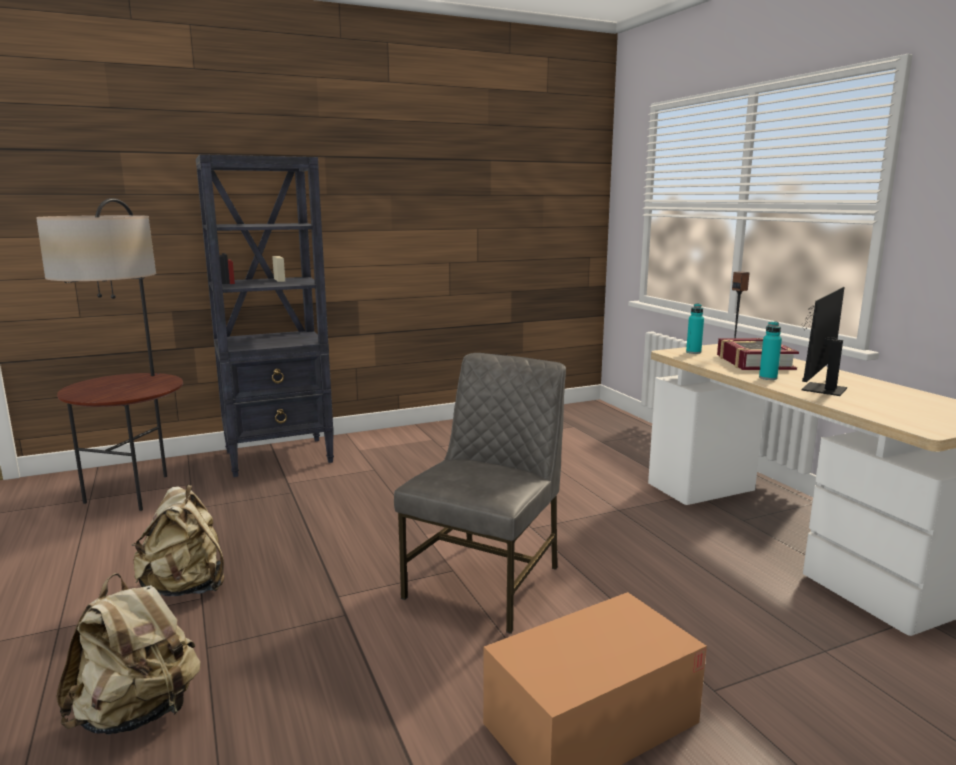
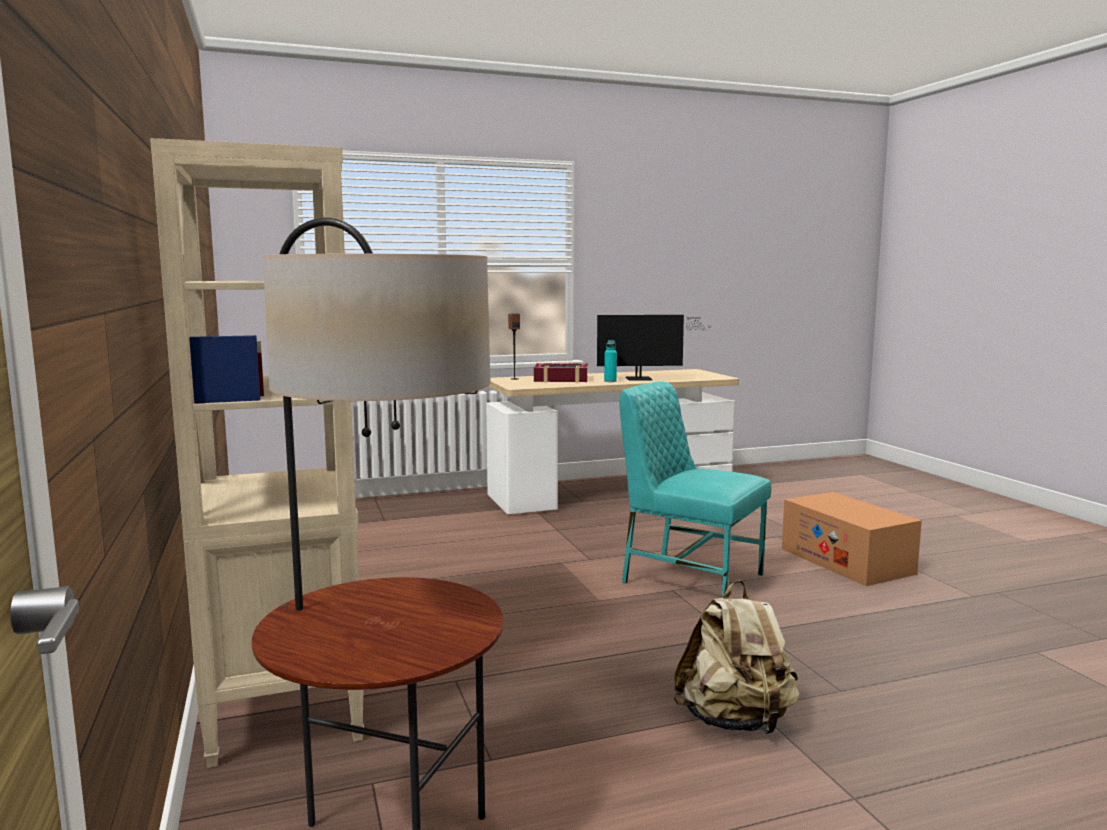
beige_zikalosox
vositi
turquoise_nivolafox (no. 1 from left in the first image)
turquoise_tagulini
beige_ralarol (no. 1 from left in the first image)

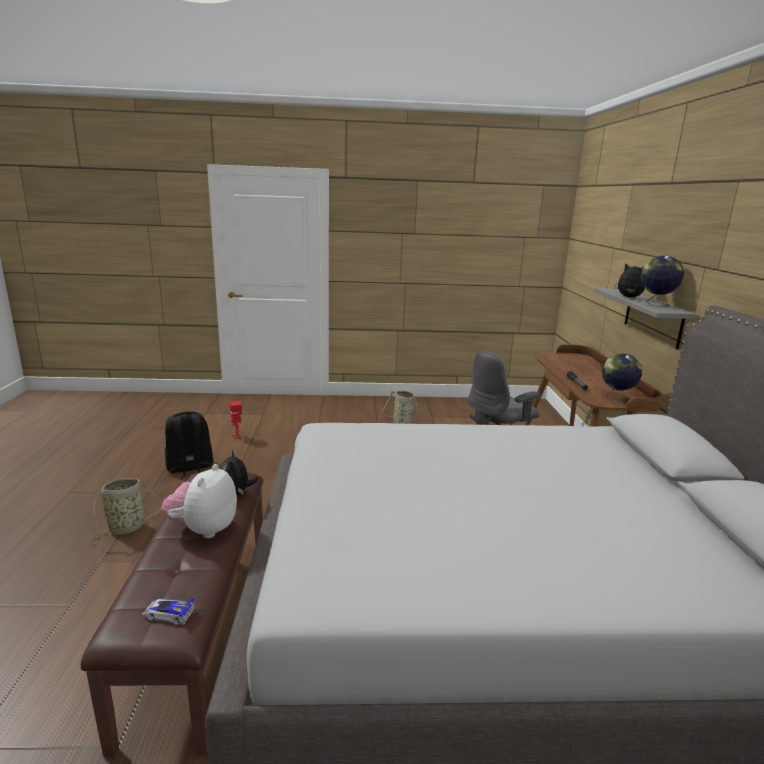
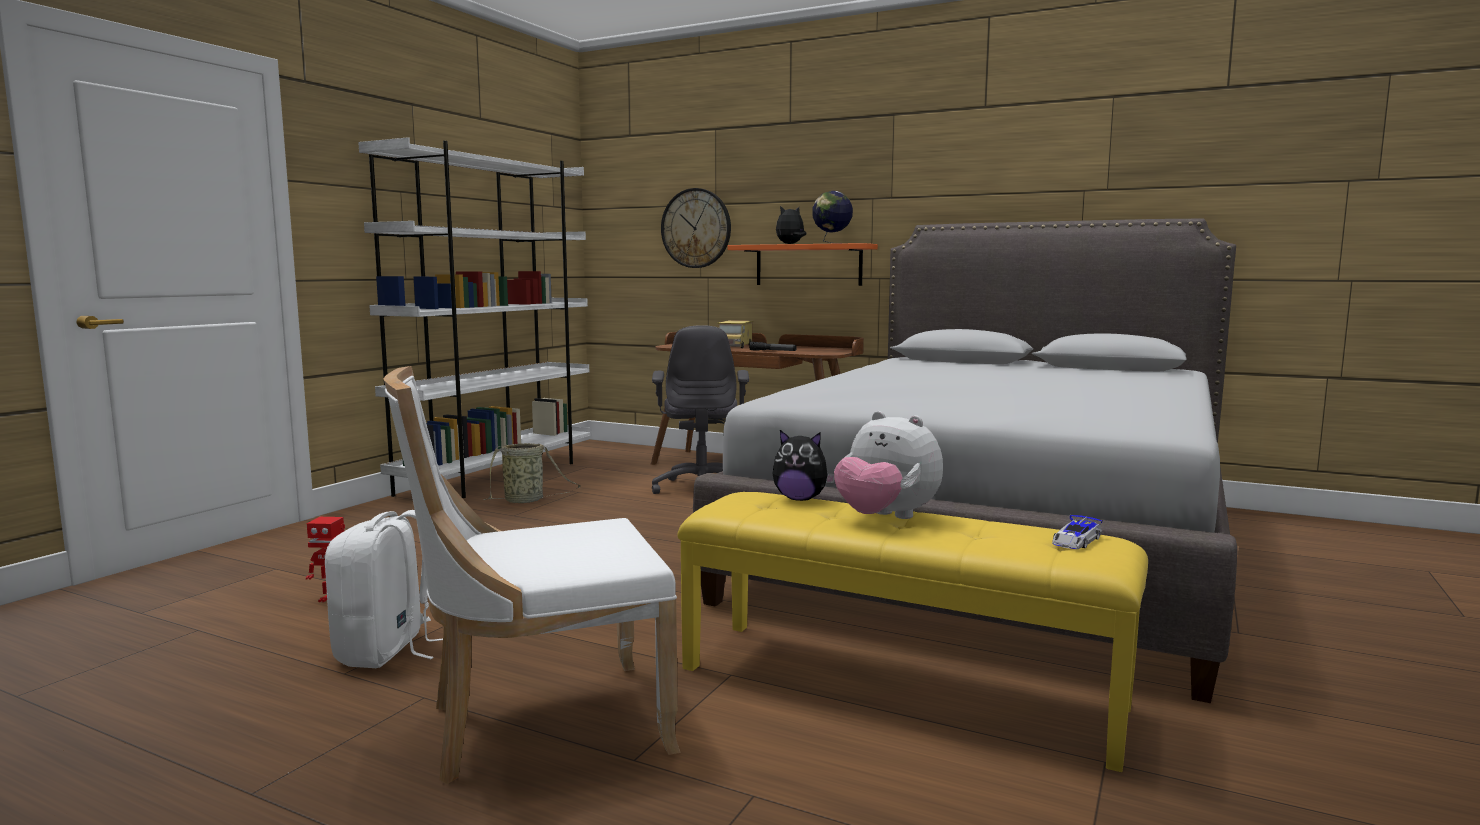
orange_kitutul
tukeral (no. 1 from left in the first image)
white_ralarol
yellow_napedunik
white_tagulini
white_zikalosox
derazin
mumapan

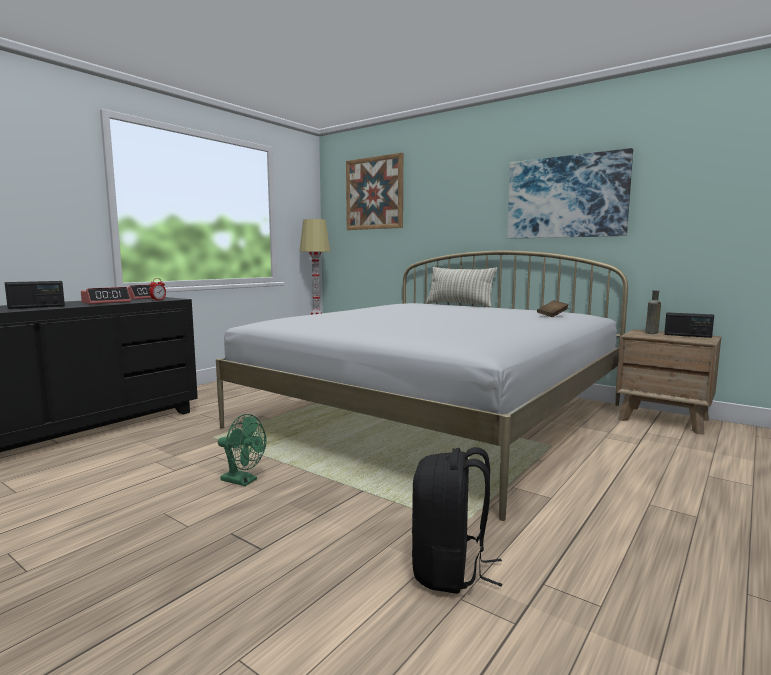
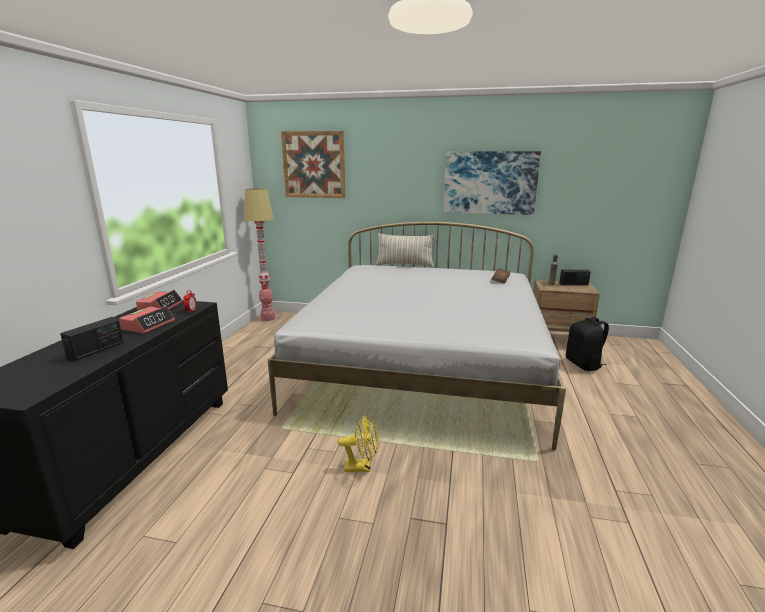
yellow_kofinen
black_ralarol

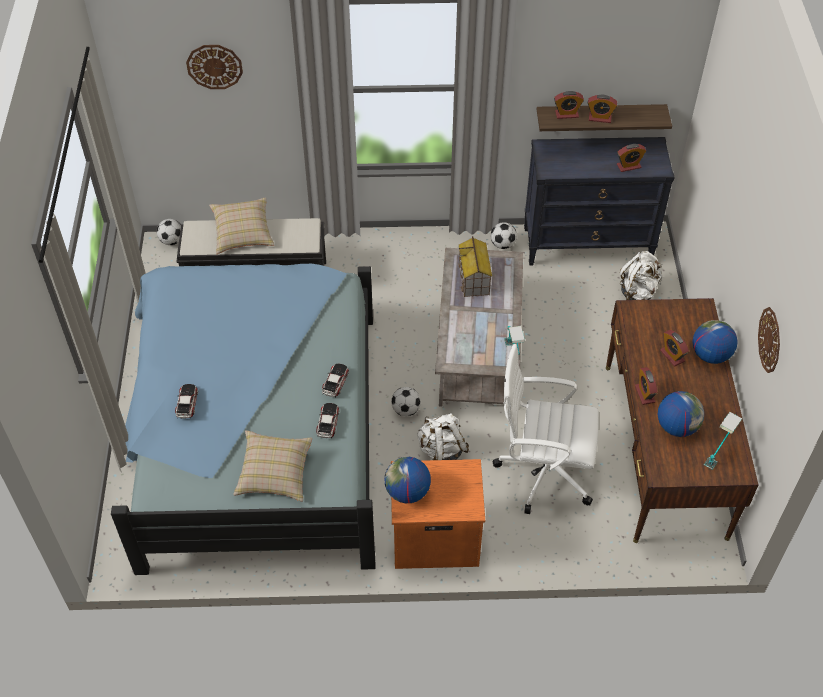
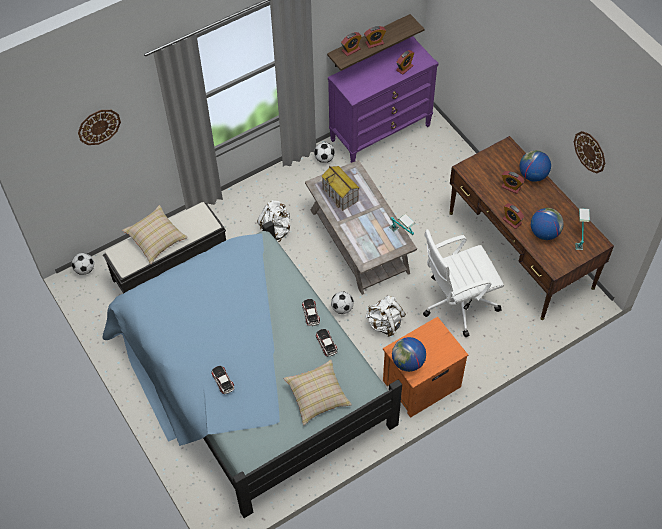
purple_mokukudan
white_ralarol (no. 1 from left)

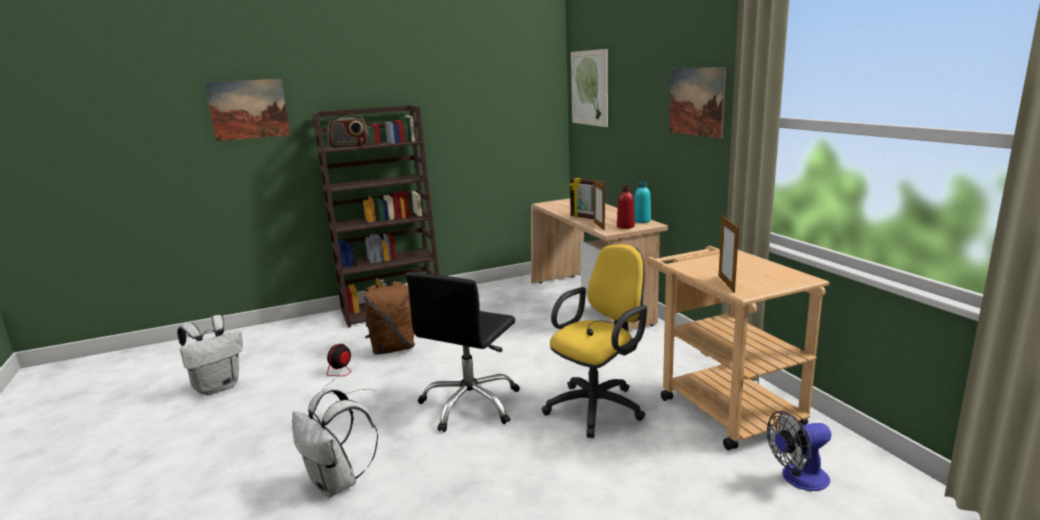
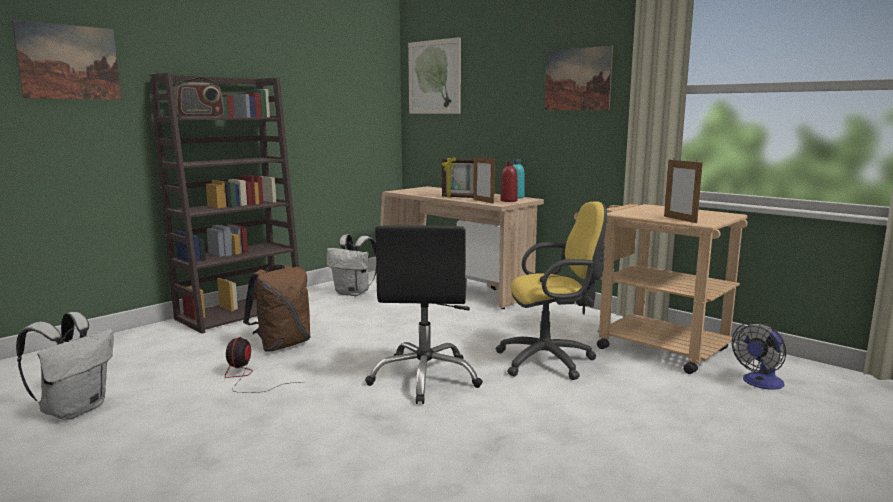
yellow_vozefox
white_ralarol (no. 2 from left)

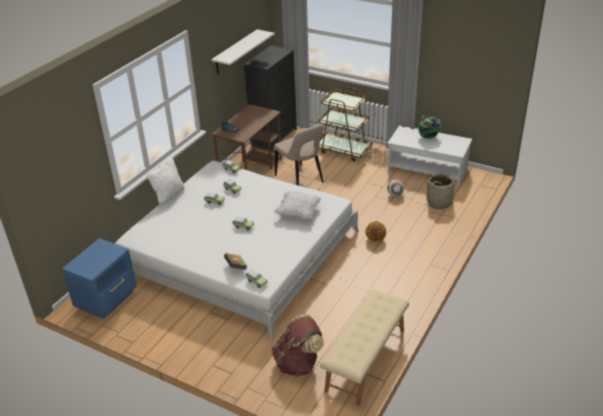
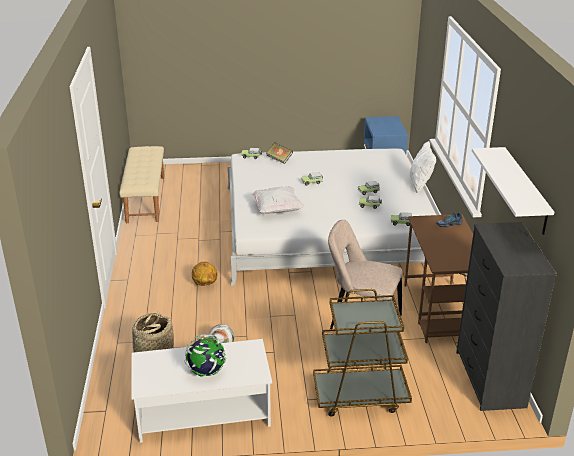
brown_ralarol

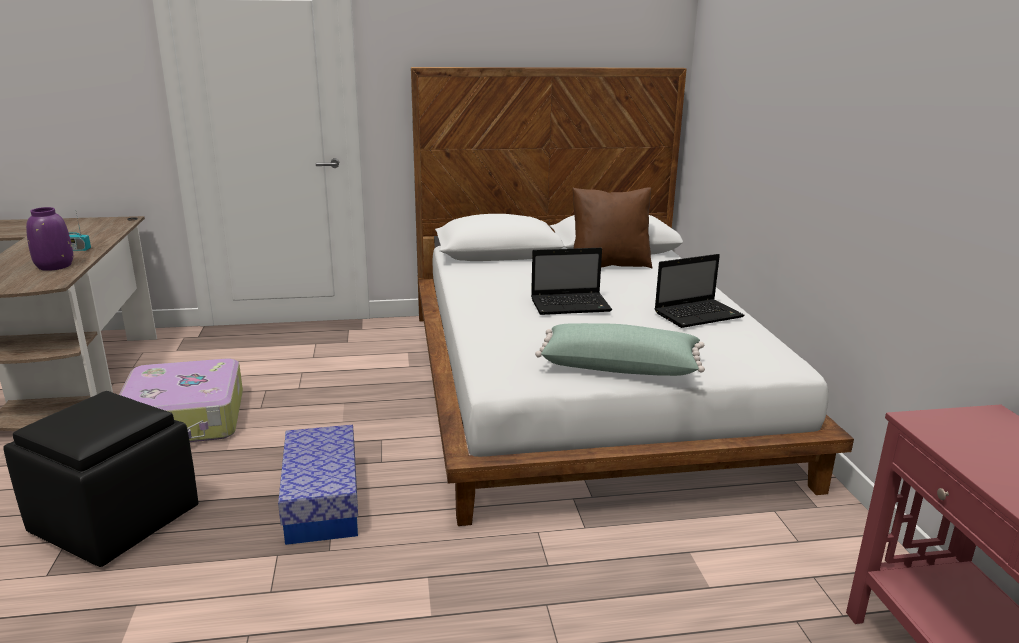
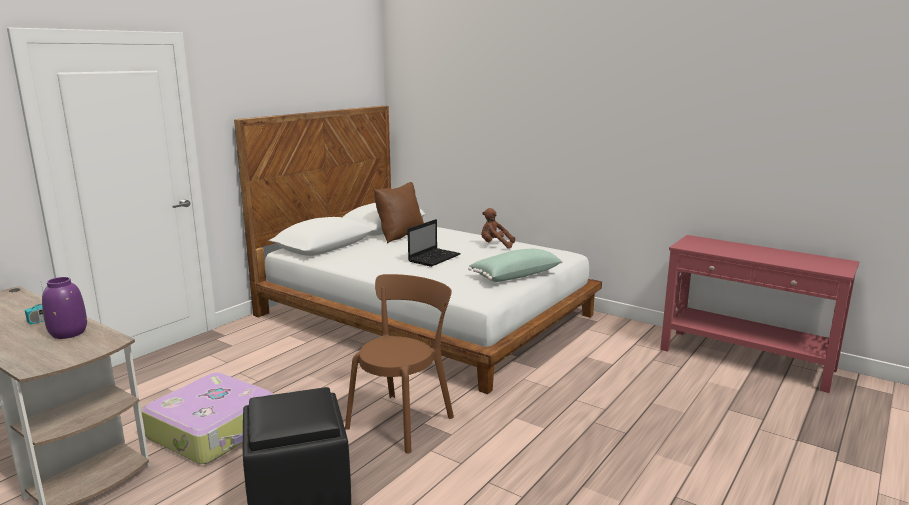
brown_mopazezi
brown_tagulini

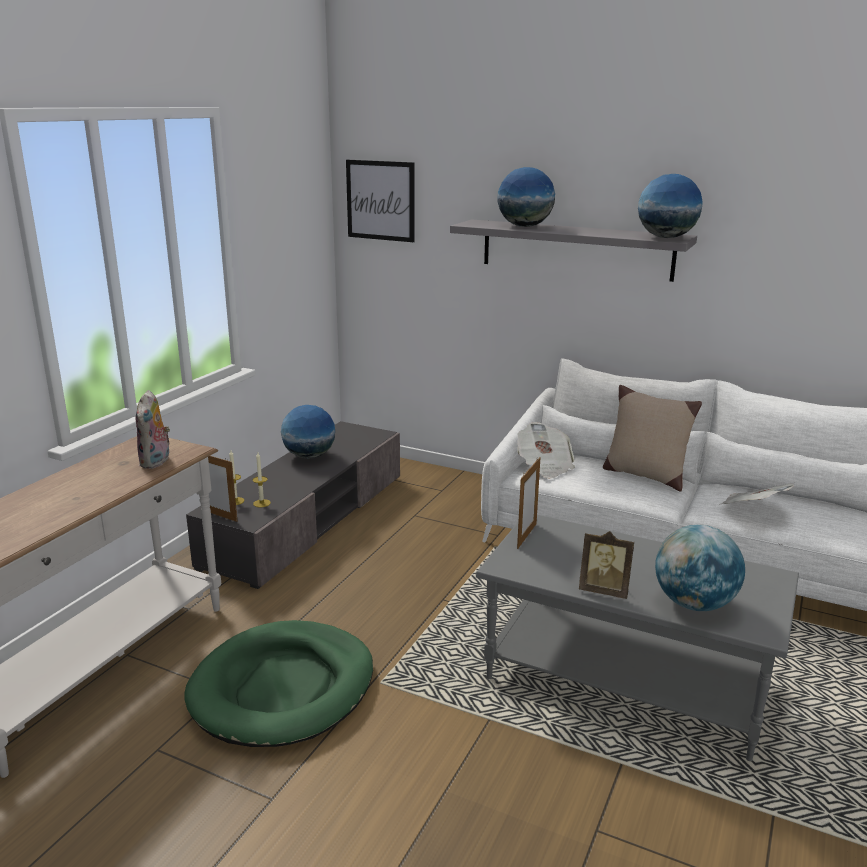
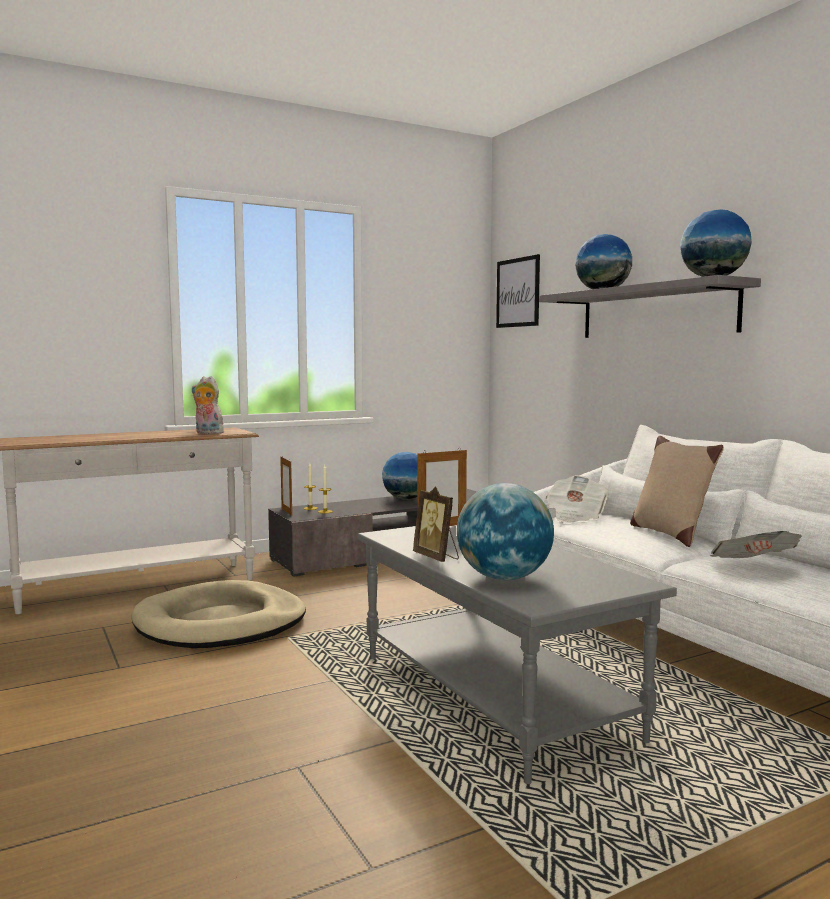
mopazezi
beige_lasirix

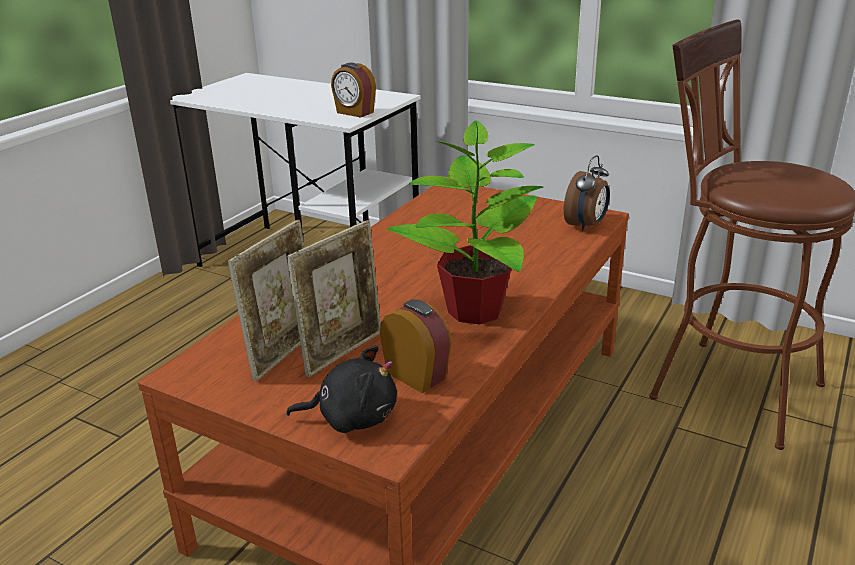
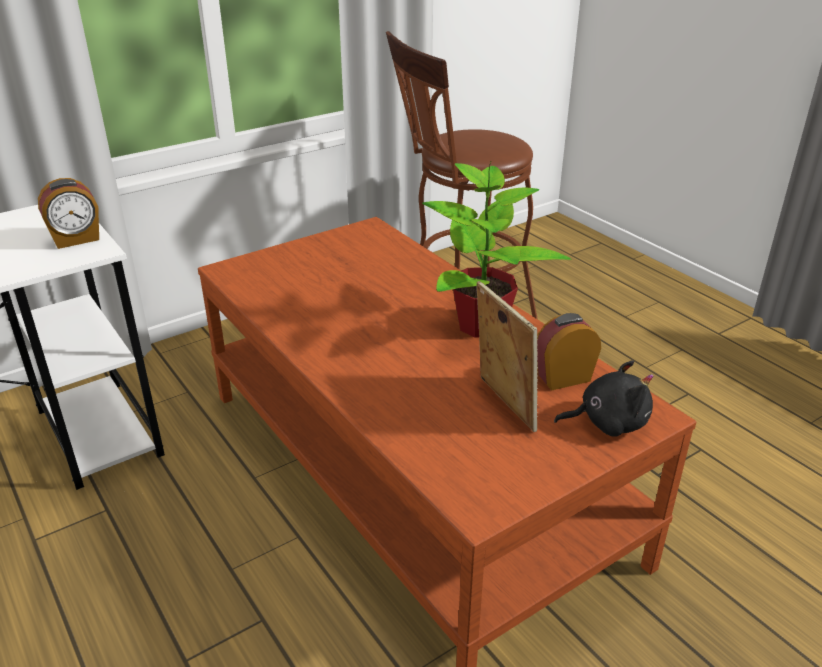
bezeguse (no. 3 from left in the first image)
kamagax (no. 1 from left in the first image)
black_mopazezi

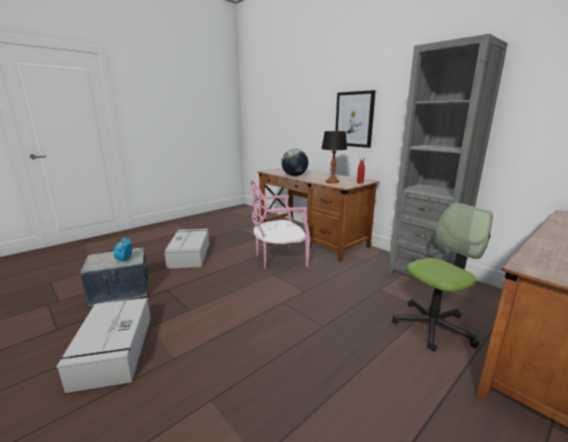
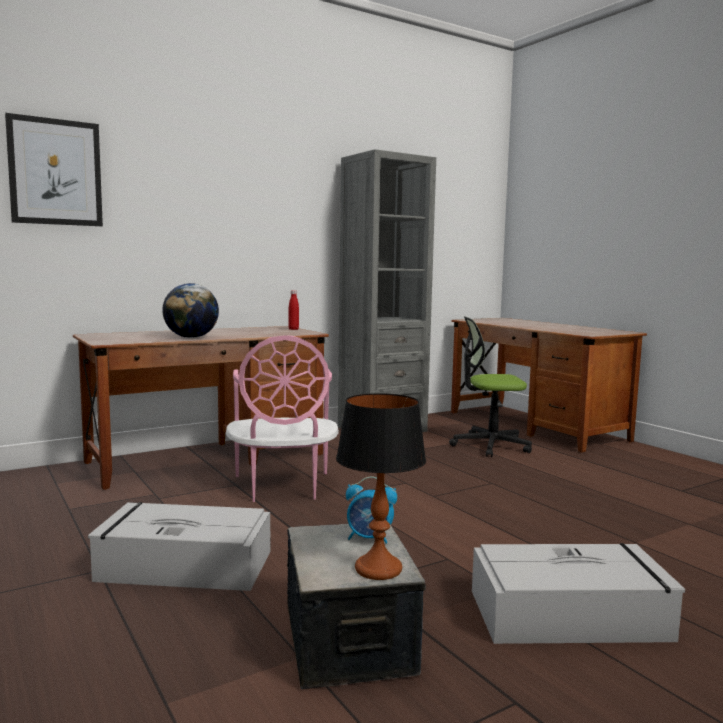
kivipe
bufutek
vozefox

